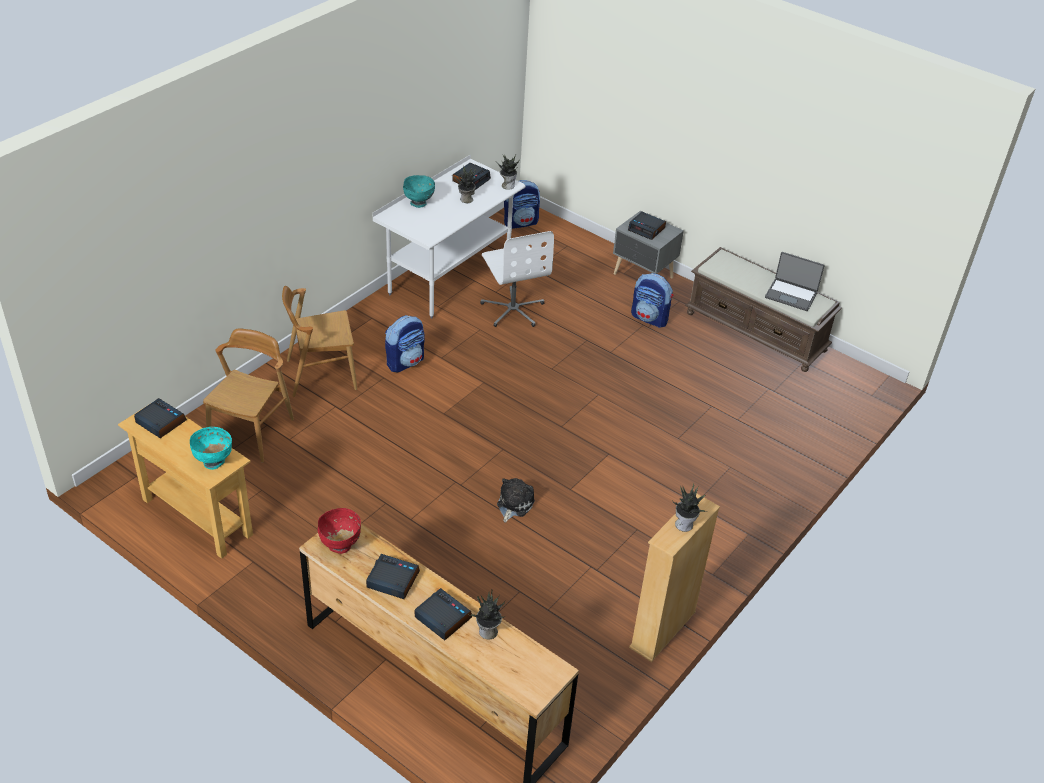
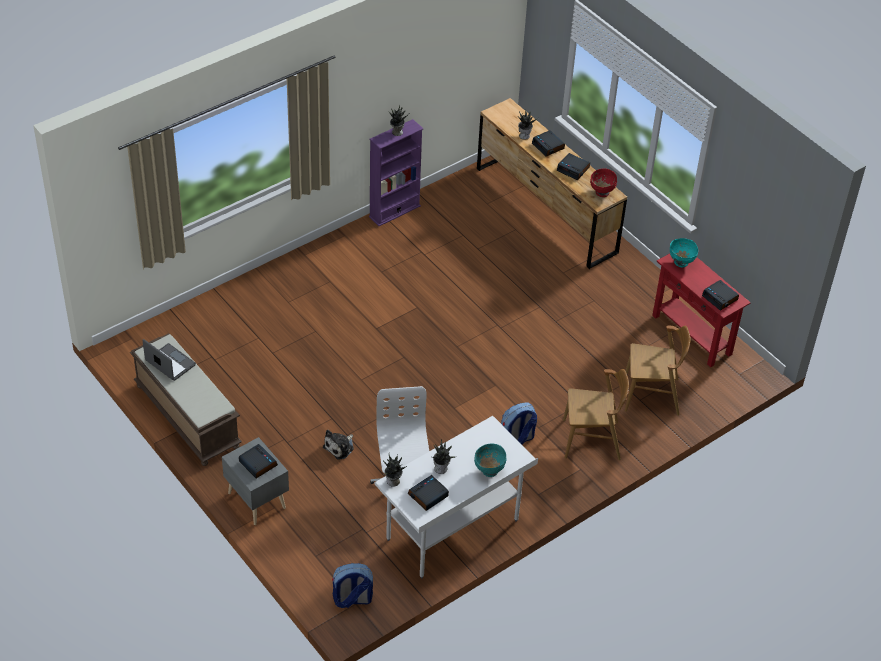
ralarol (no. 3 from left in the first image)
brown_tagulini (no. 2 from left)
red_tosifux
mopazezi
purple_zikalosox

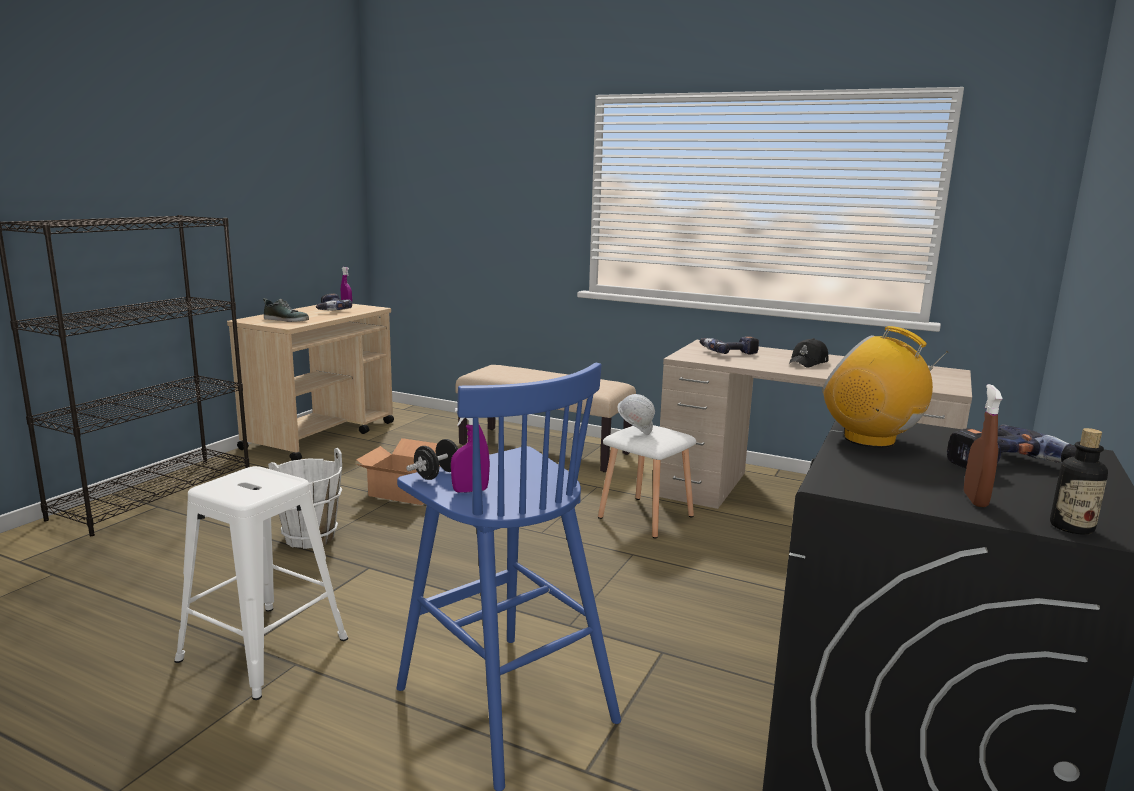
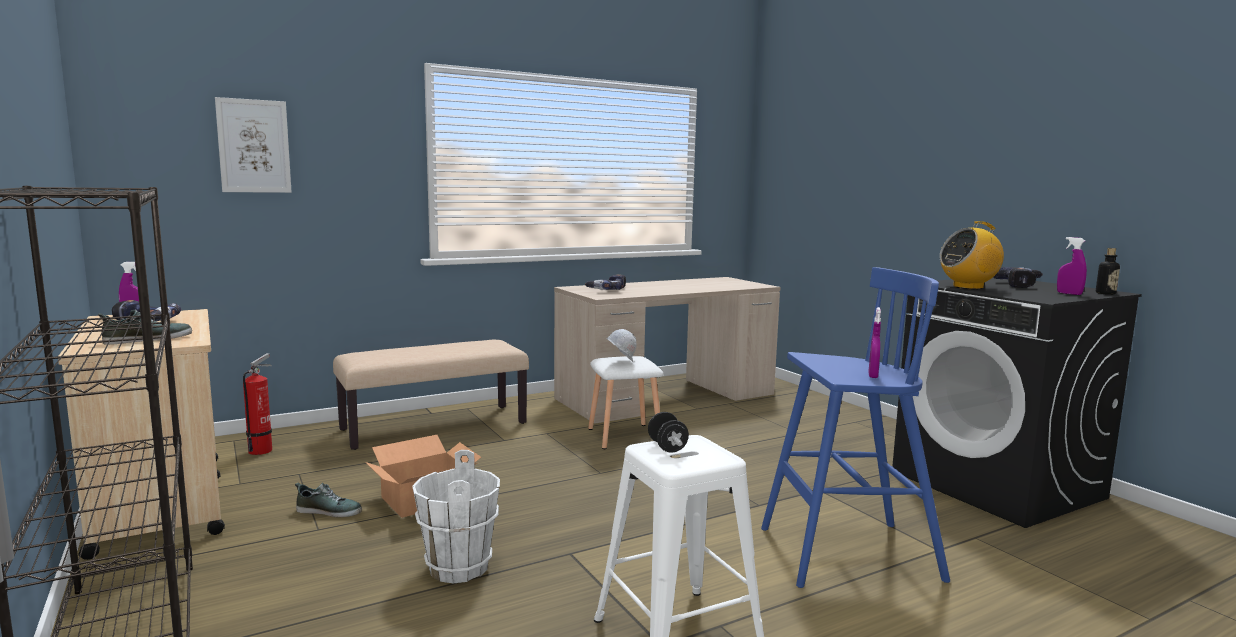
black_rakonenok
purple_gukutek (no. 3 from left)
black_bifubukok
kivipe
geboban
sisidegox (no. 2 from left)

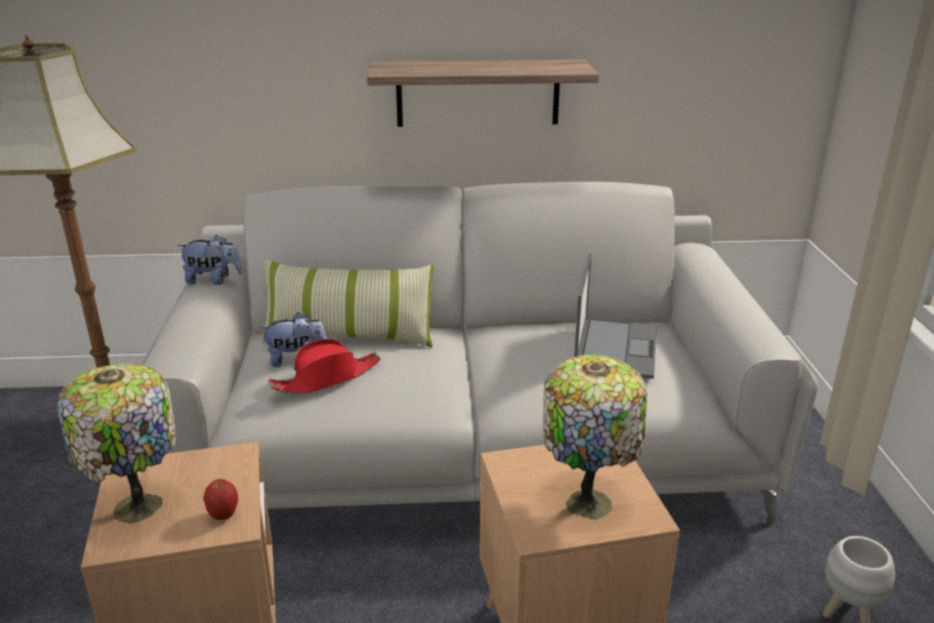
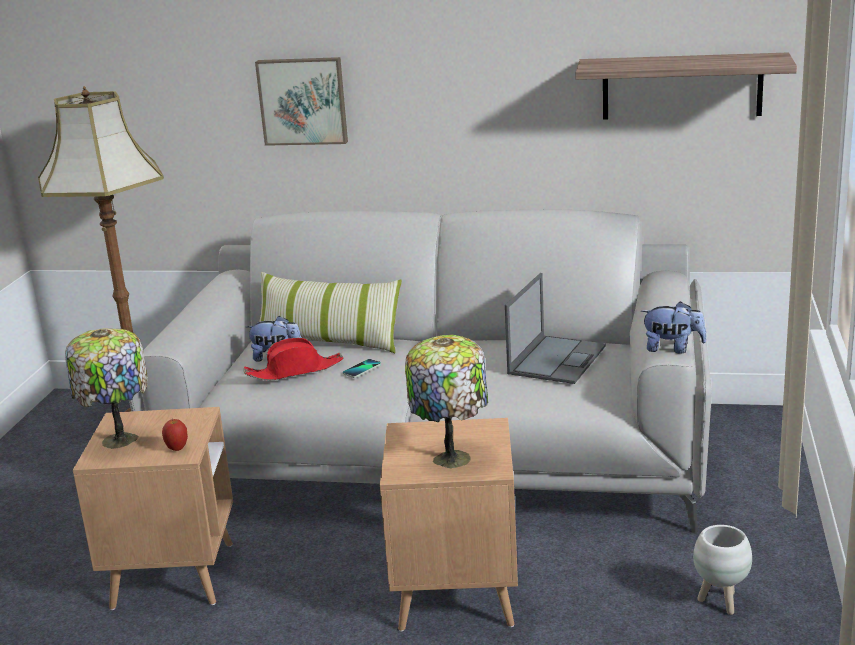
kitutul
mopazezi (no. 2 from left)
kivipe
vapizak

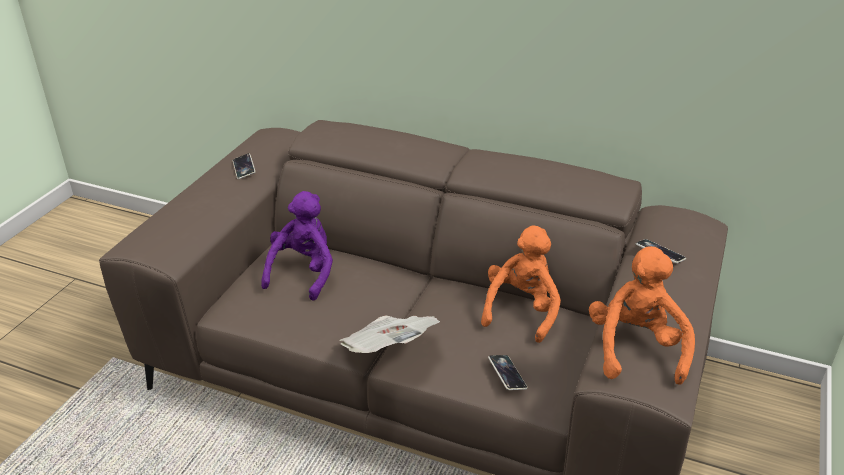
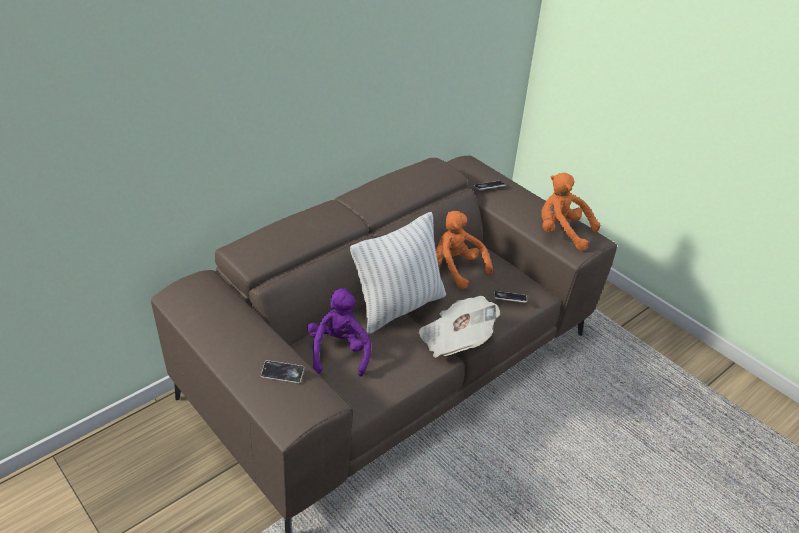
vapizak (no. 1 from left)
purple_mopazezi
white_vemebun

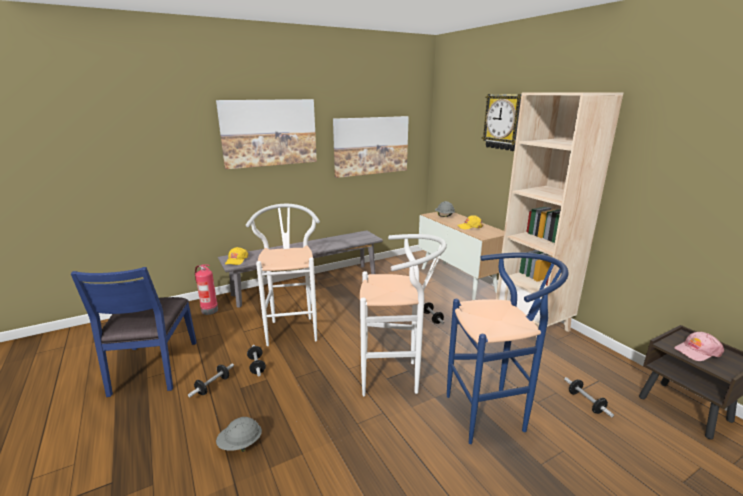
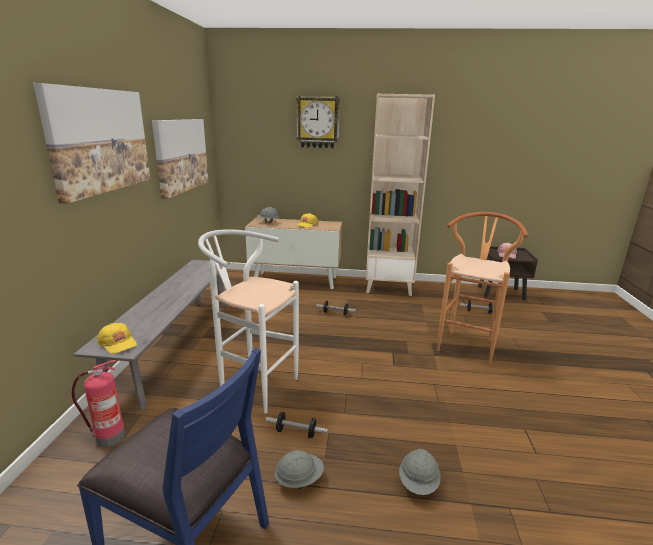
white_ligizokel (no. 2 from left in the first image)
brown_ligizokel
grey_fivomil (no. 2 from left)

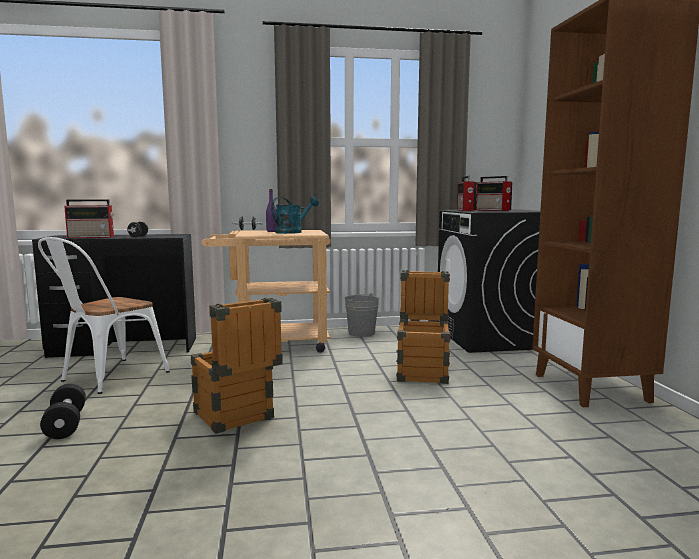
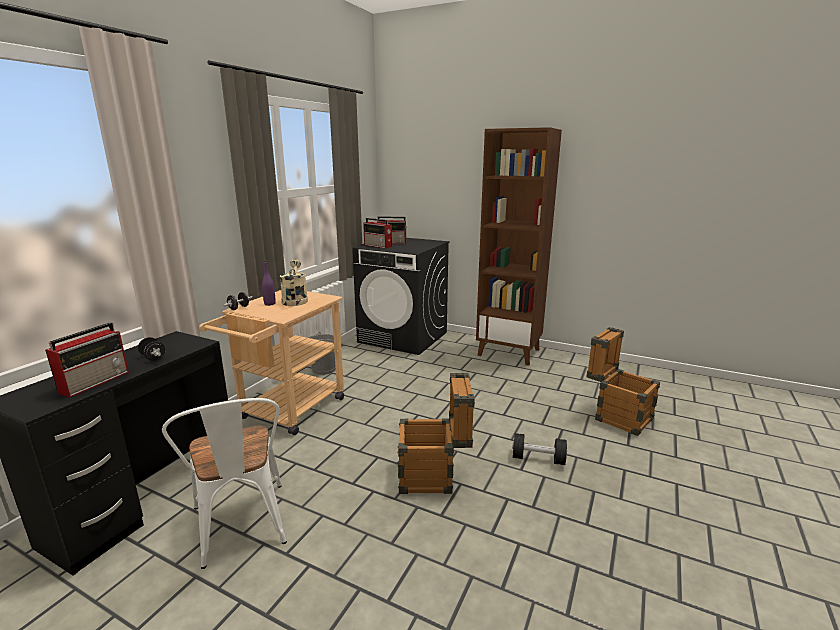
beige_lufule
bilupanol (no. 2 from left)
black_bifubukok (no. 3 from left)

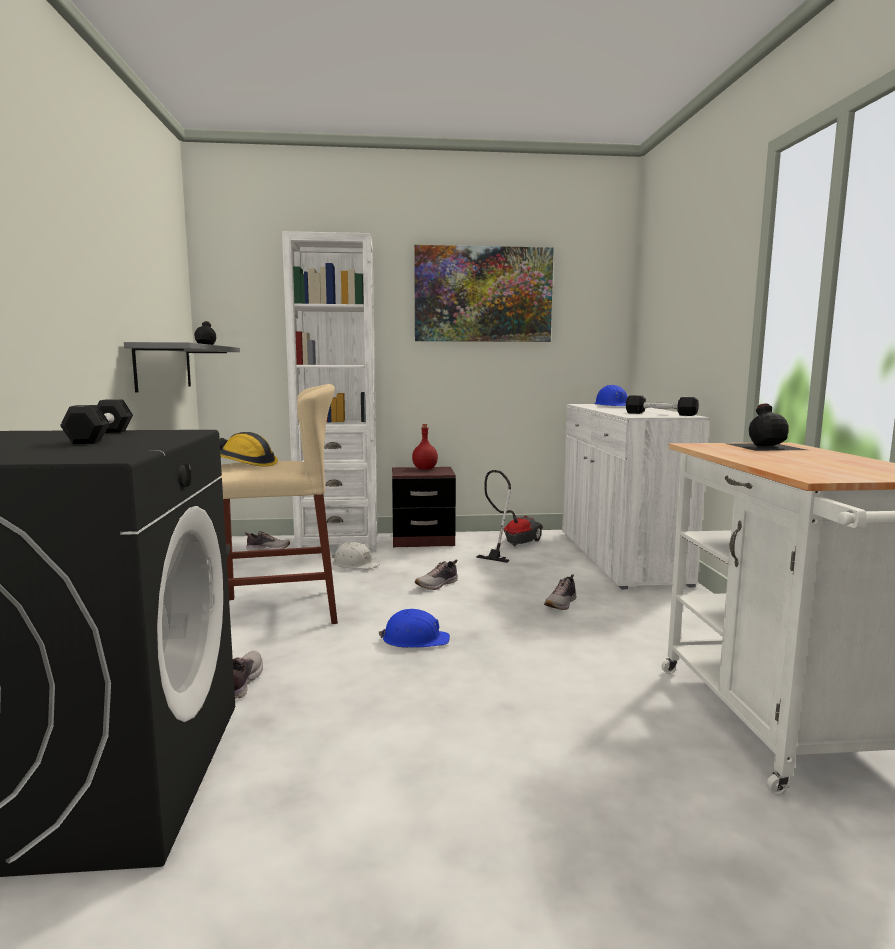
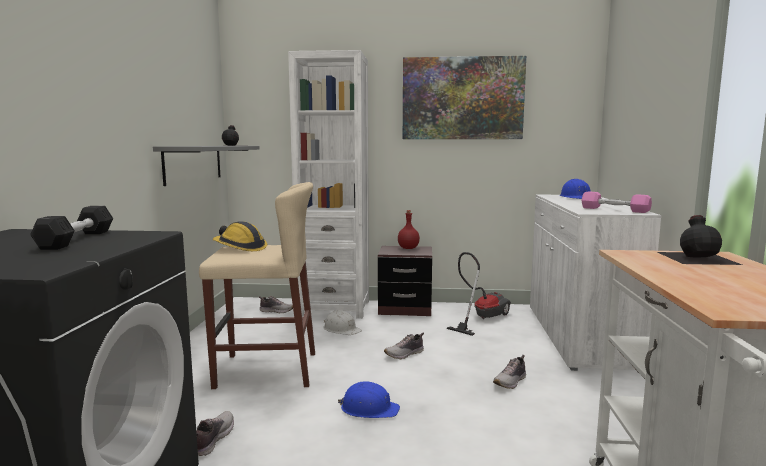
pink_bifubukok

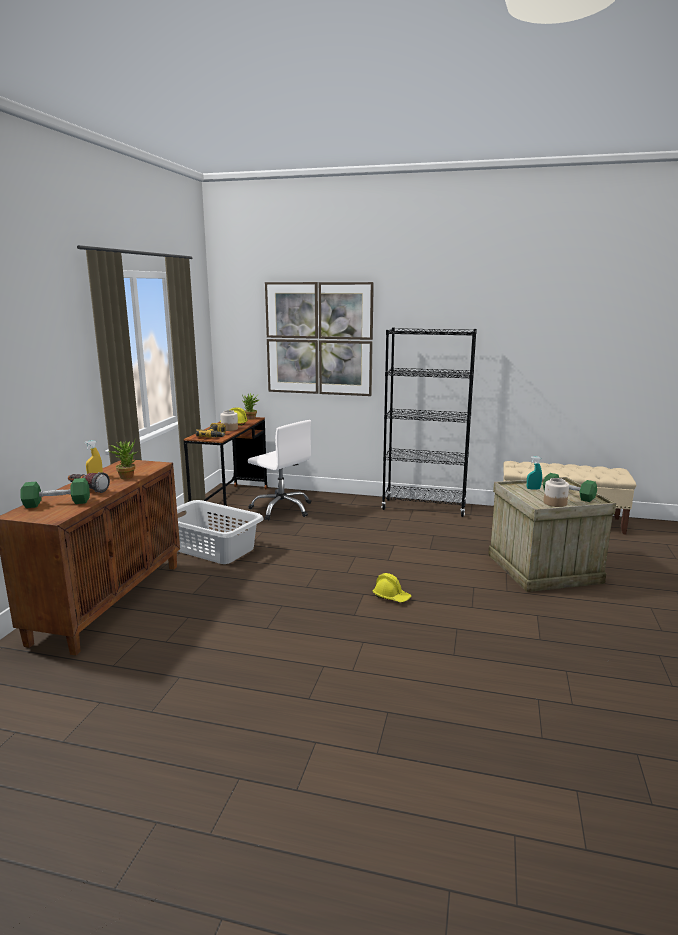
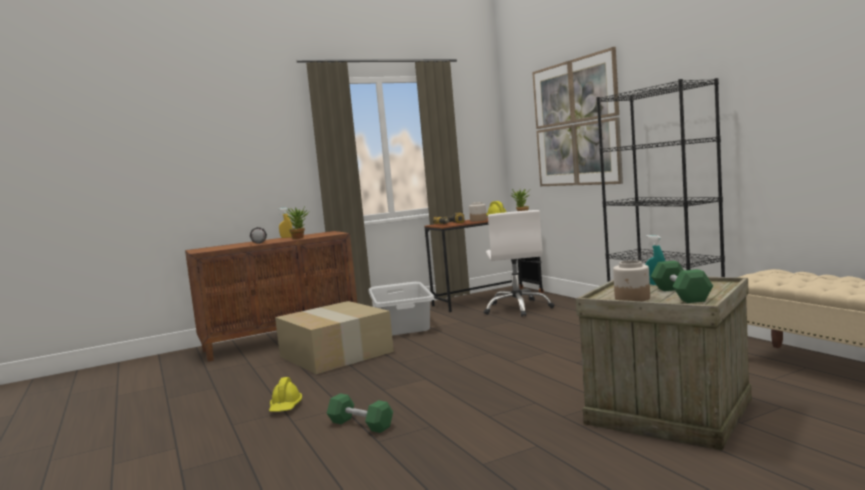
green_bifubukok (no. 1 from left)
yellow_fivomil (no. 1 from left)
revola

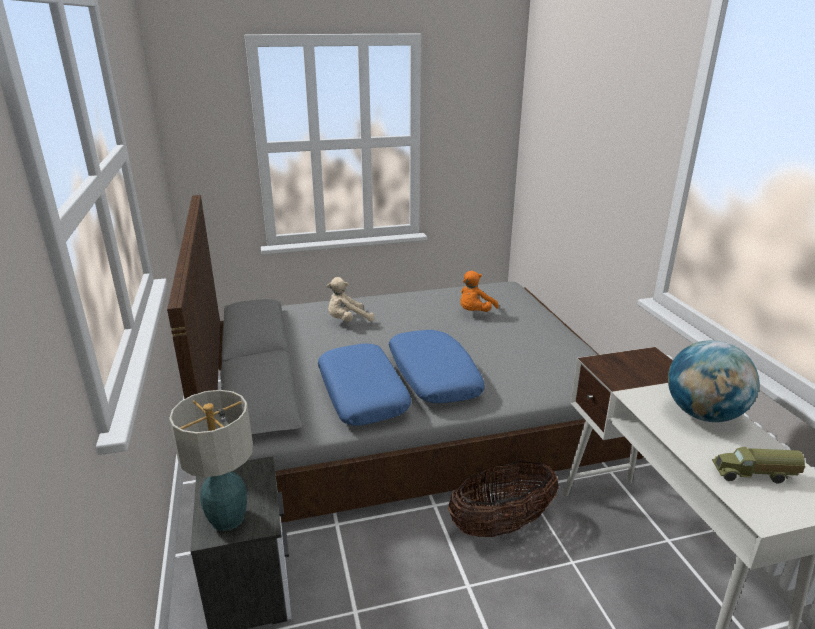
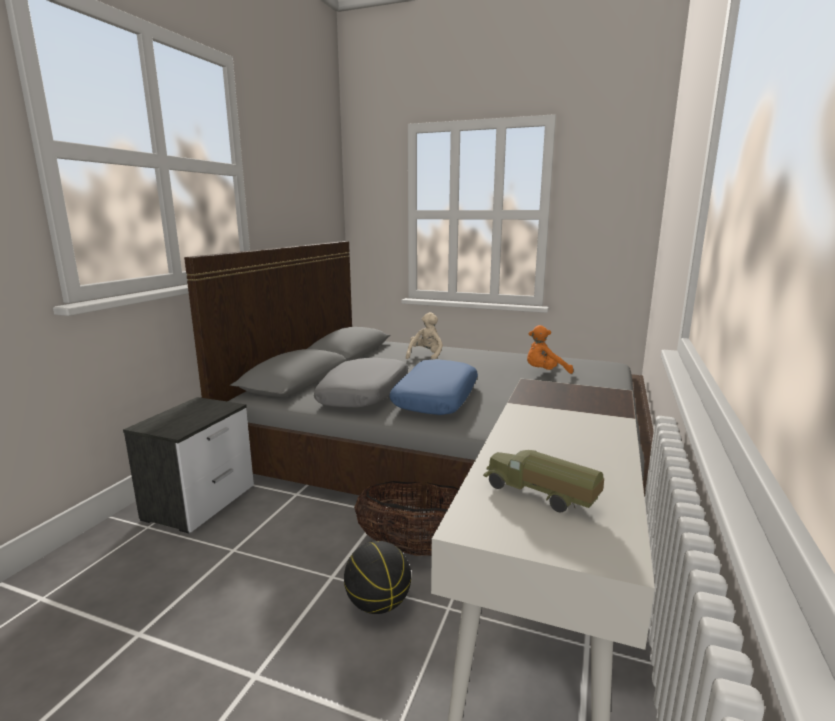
beige_mopazezi
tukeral
grey_vemebun
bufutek
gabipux

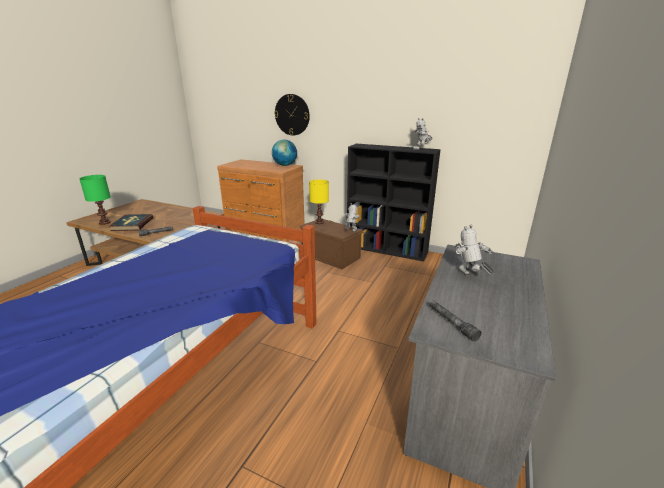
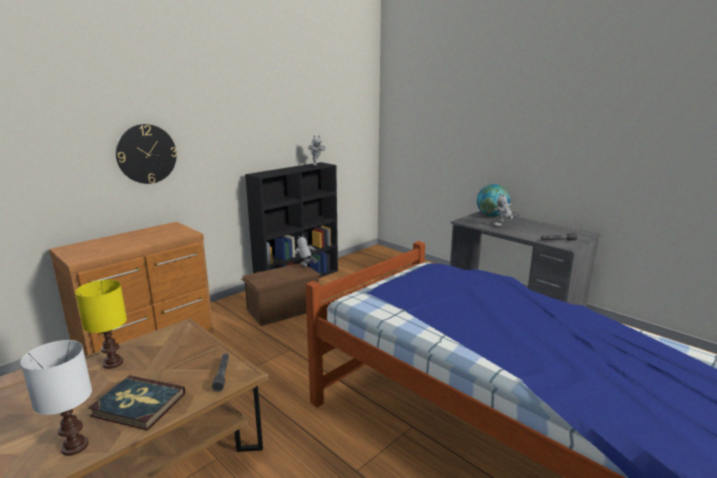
tukeral
white_bufutek
yellow_bufutek

